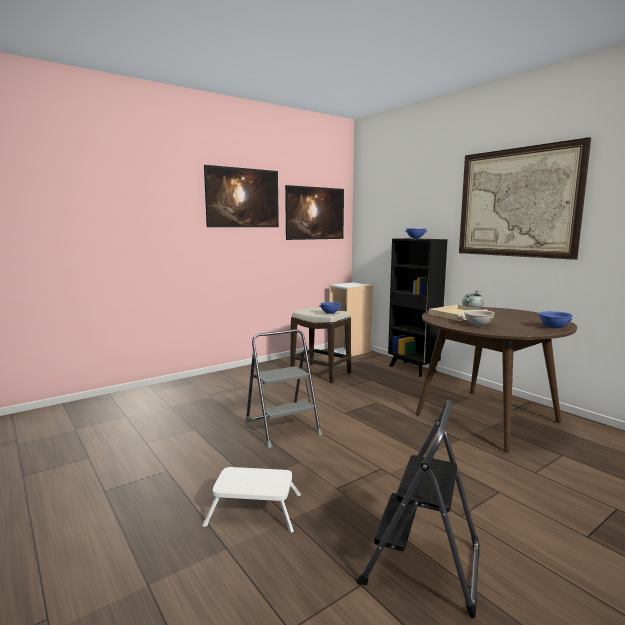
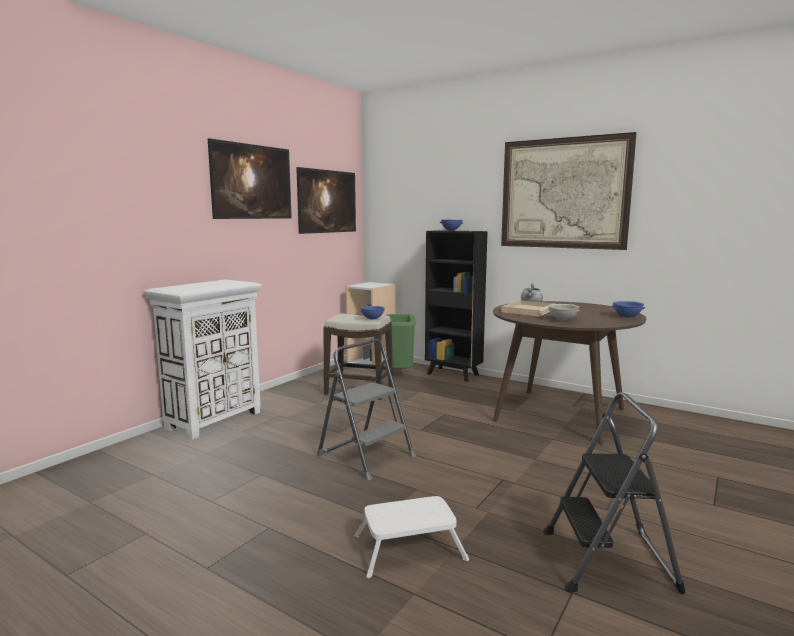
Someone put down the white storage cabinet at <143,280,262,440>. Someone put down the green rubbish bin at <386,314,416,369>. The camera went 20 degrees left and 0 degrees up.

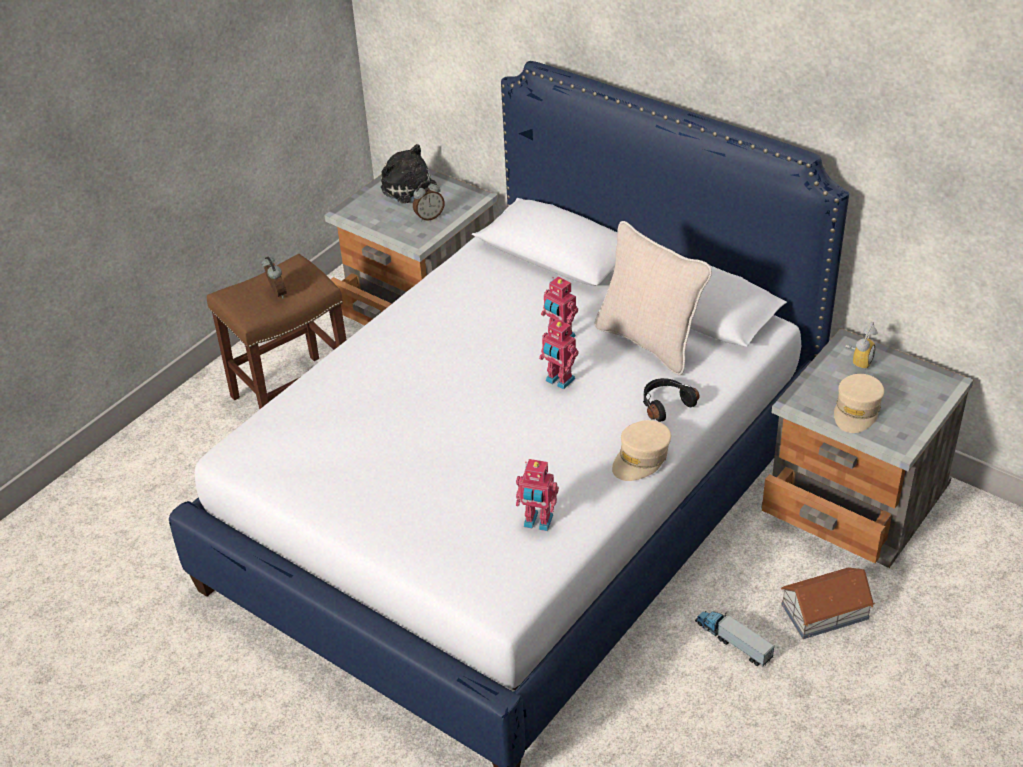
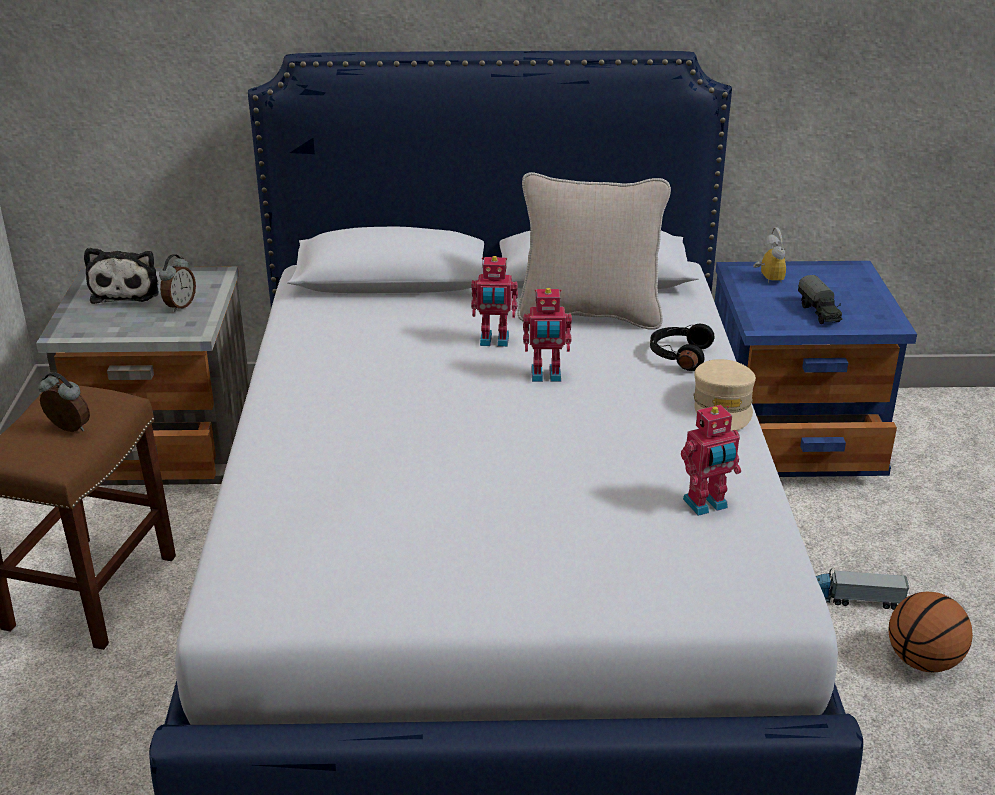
Someone rotated the plush toy at <381,144,436,203> by 105 degrees counterclockwise. Someone repainted the grey night table at <761,328,974,568>, which became the blue night table at <715,261,917,477>. Someone took away the toy house at <781,567,875,639>. Someone swapped the sand-coloured peaked cap at <834,374,884,433> for the toy truck at <798,275,842,324>. Someone put down the basketball at <889,592,973,672>. The camera went 40 degrees left and 10 degrees down.

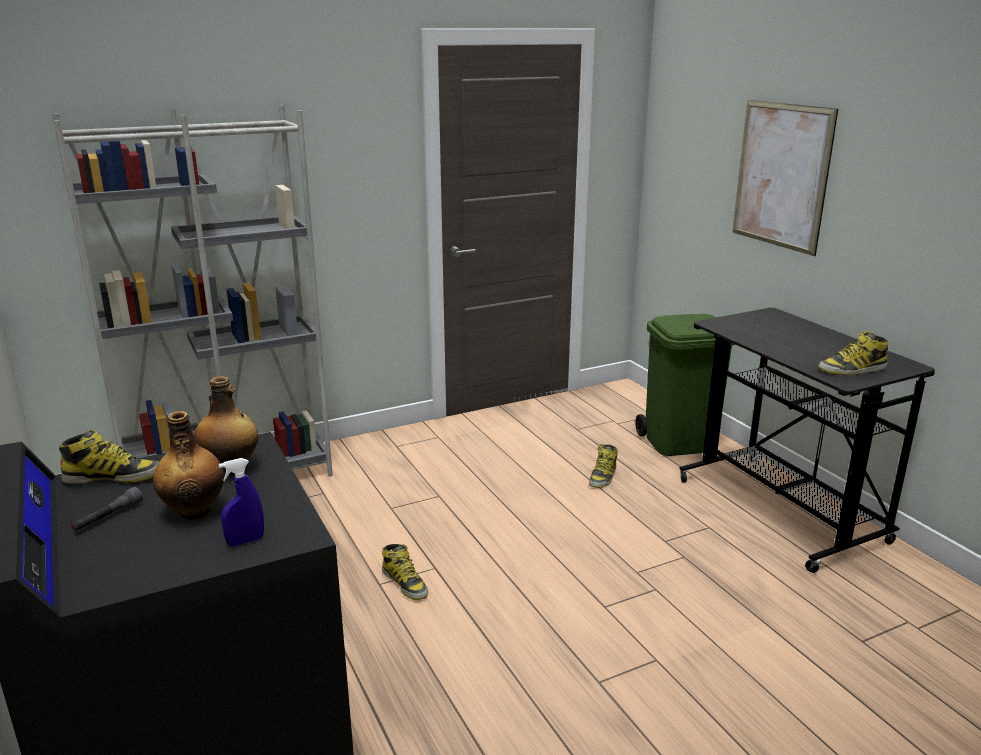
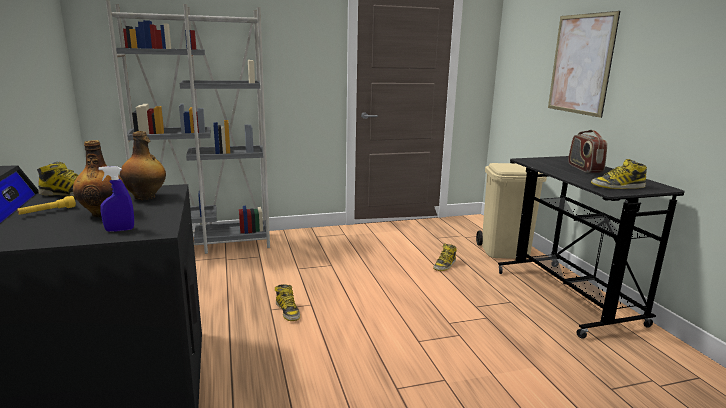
Someone repainted the grey torch at <71,487,143,531>, which became the yellow-coloured torch at <17,196,76,215>. Someone repainted the green rubbish bin at <636,314,735,456>, which became the sand-coloured rubbish bin at <476,163,547,259>. Someone put down the radio set at <568,130,607,173>. The camera went 10 degrees right and 5 degrees down.

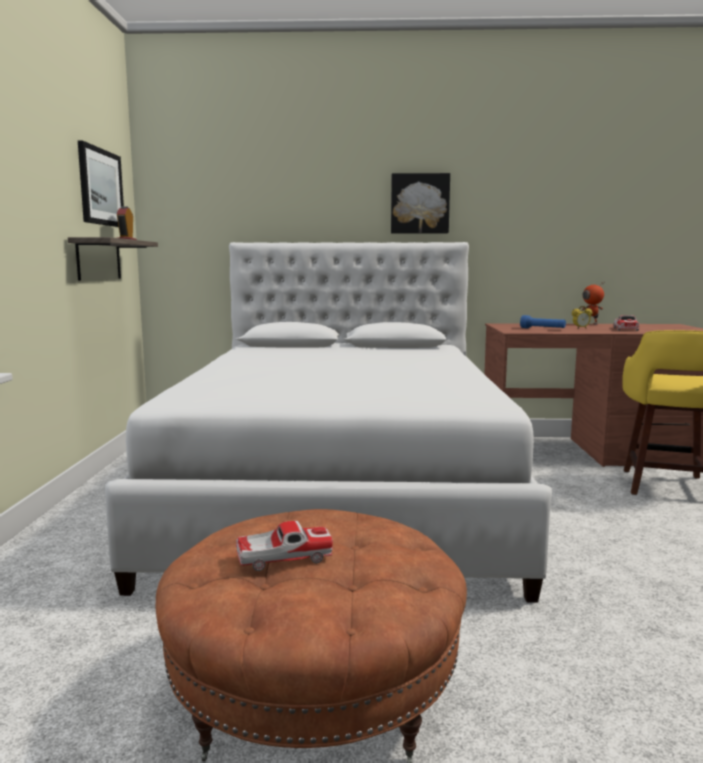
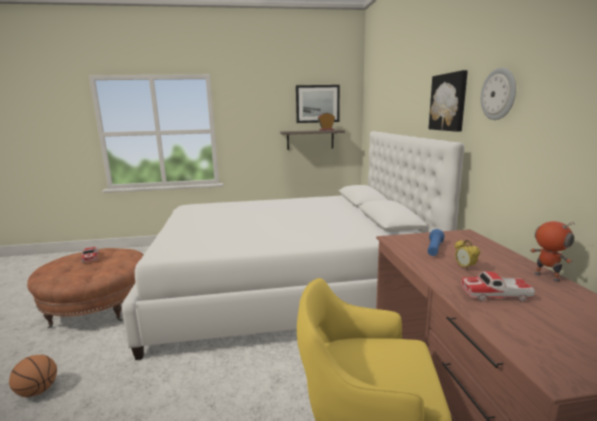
Someone put down the basketball at <9,355,57,397>. Someone put up the clock on the wall at <481,68,516,120>. The camera went 80 degrees right and 5 degrees up.

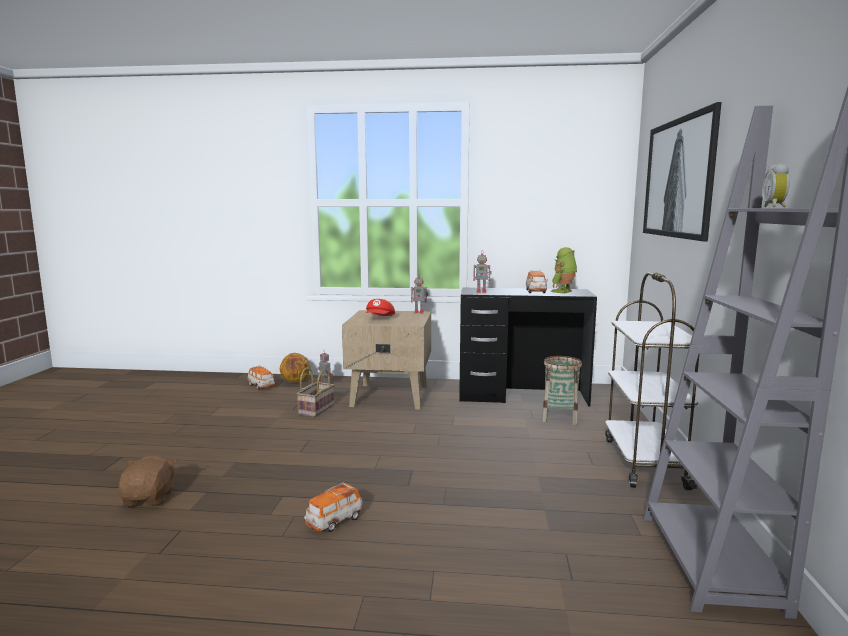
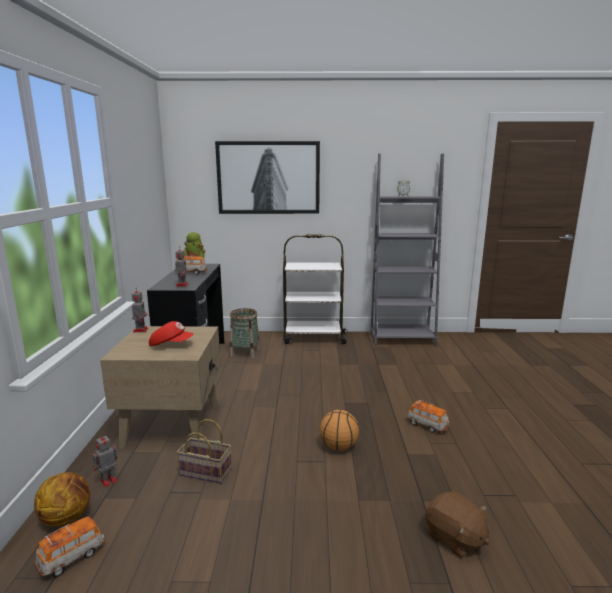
Someone rotated the brown-coloured plush toy at <119,455,176,507> by 120 degrees counterclockwise. Someone put down the basketball at <320,410,359,451>. The camera went 95 degrees left and 5 degrees up.

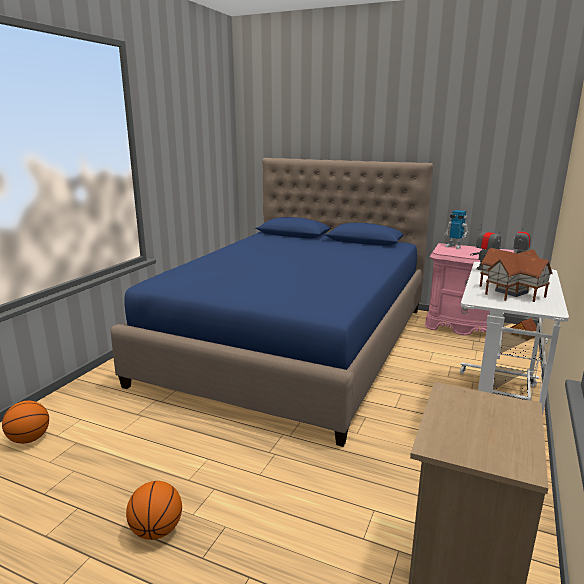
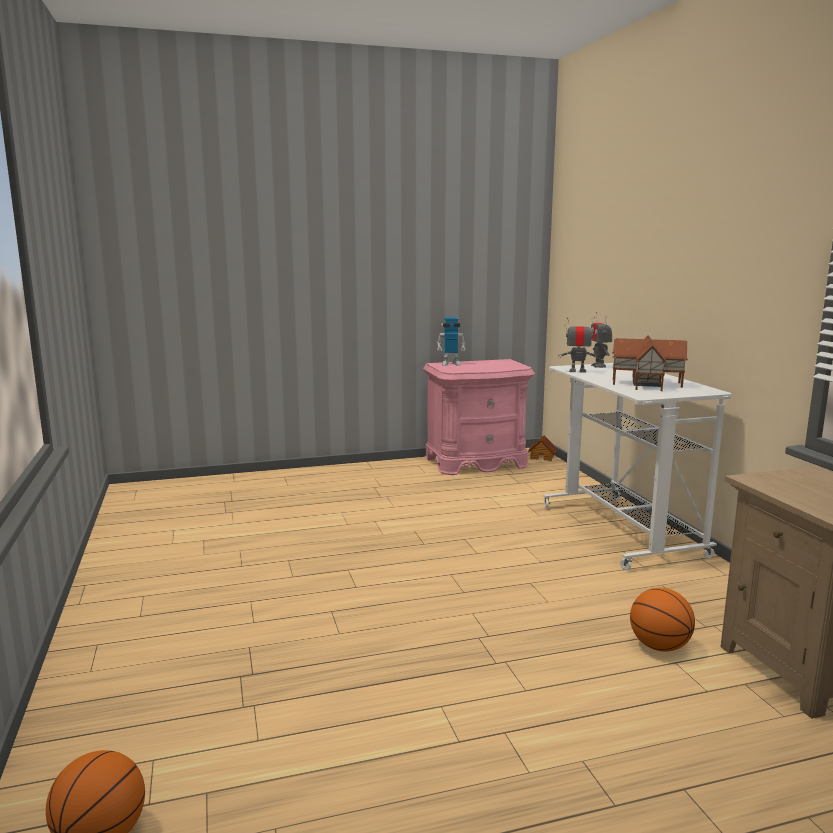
Someone took away the blue sleeping bed at <110,158,433,447>. Someone carried the basketball from <126,481,182,540> to <630,588,695,652>. The camera went 40 degrees left and 5 degrees down.

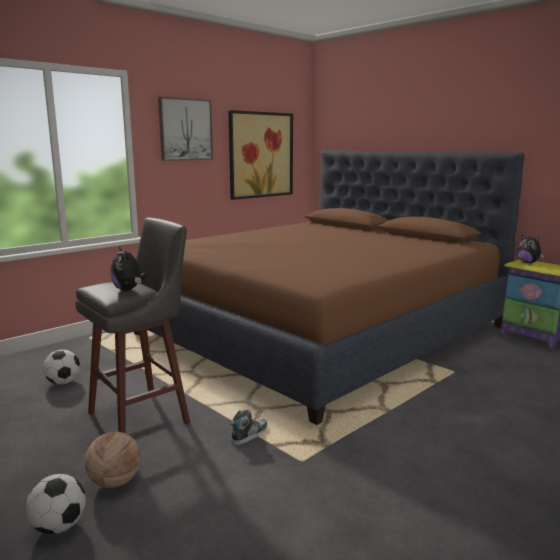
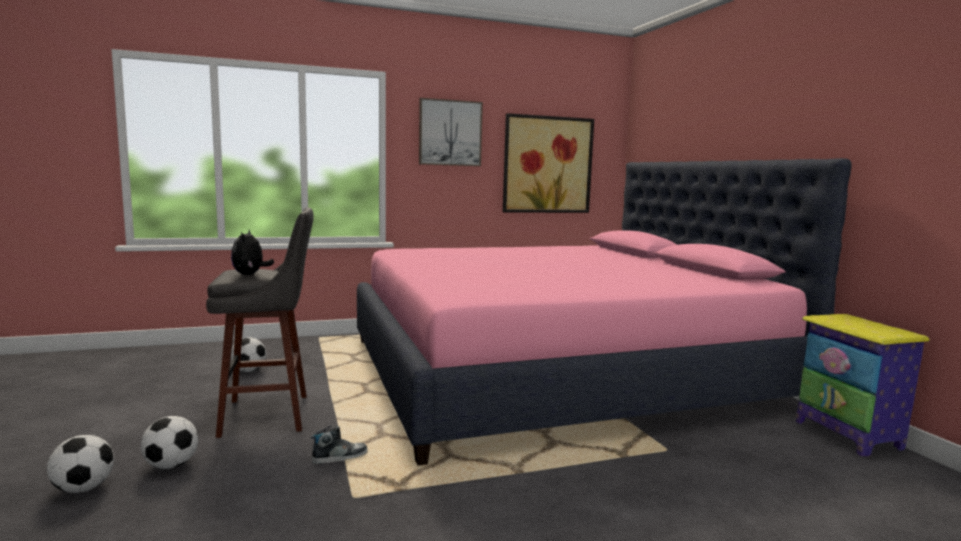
Someone swapped the basketball at <85,432,141,488> for the ball for football at <141,416,198,469>. Someone repainted the brown-coloured sleeping bed at <134,150,525,425>, which became the pink sleeping bed at <357,158,852,466>. Someone took away the plush toy at <517,234,545,263>. The camera went 25 degrees right and 5 degrees down.

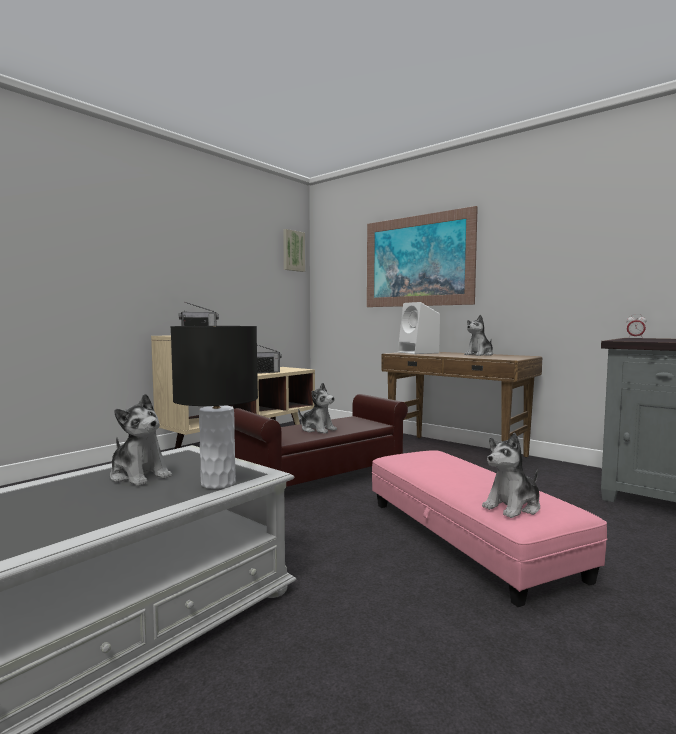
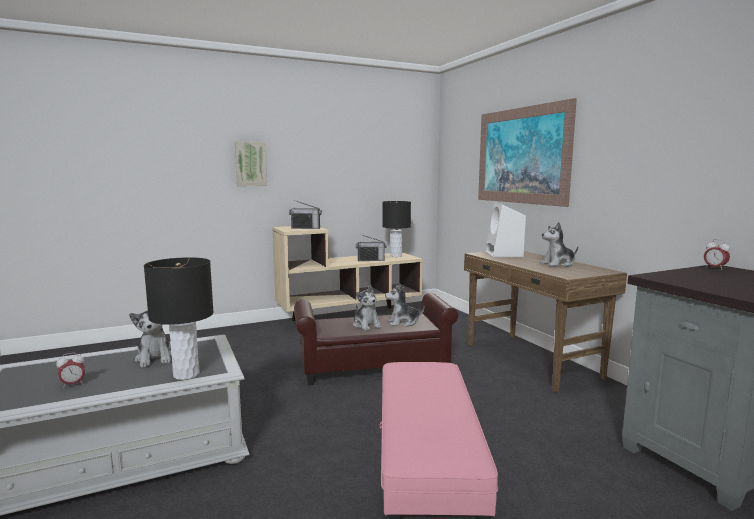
Someone carried the picture from <283,229,305,272> to <235,141,267,186>. Someone carried the plush toy from <482,433,540,518> to <385,283,424,327>. Someone put down the alarm clock at <56,353,85,388>. Someone put down the black tabletop lamp at <382,201,411,257>. The camera went 25 degrees right and 5 degrees up.

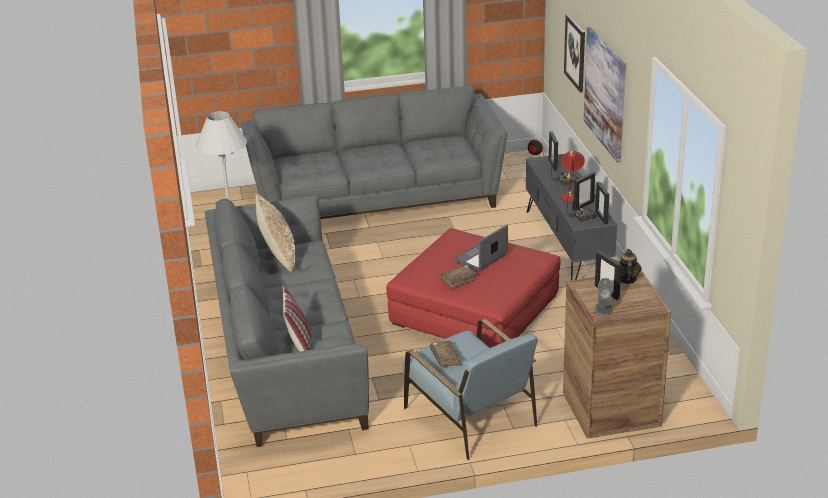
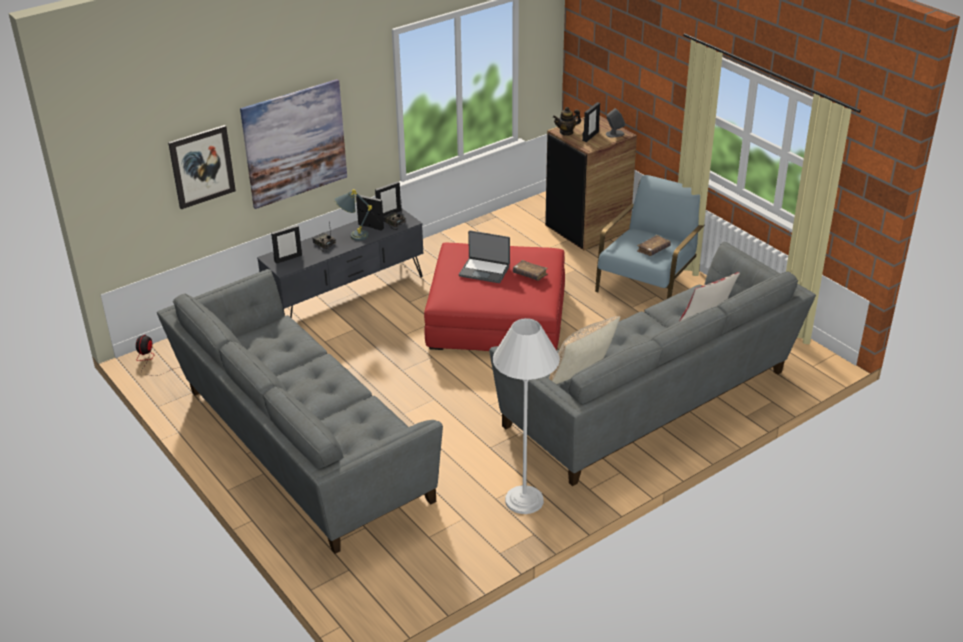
Someone repainted the red tabletop lamp at <561,151,585,203>, which became the grey tabletop lamp at <334,189,372,241>. The camera went 115 degrees left and 5 degrees up.

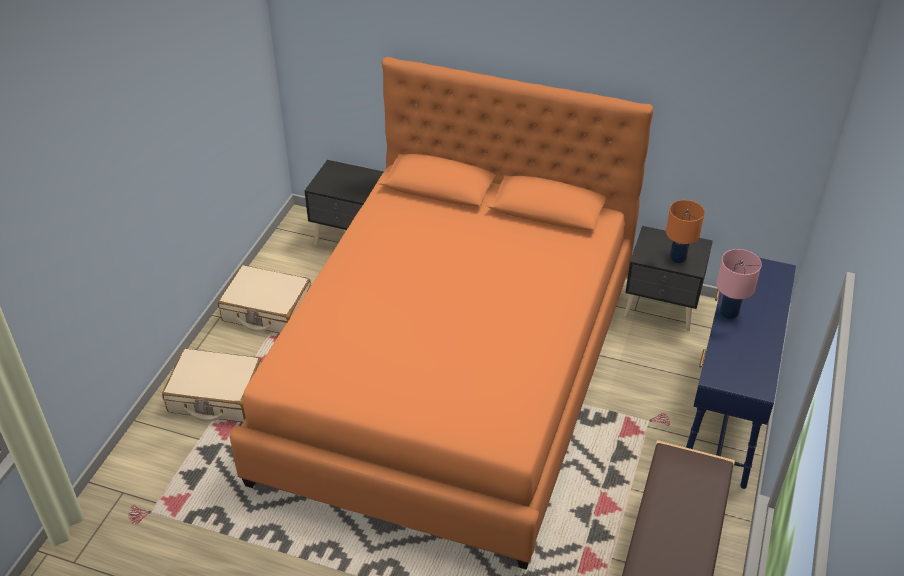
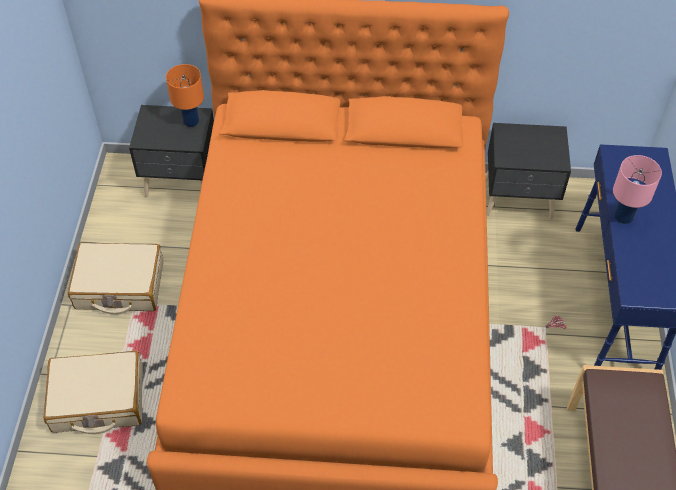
Someone carried the orange-coloured tabletop lamp from <666,200,705,263> to <166,64,204,127>. The camera went 15 degrees left and 10 degrees up.

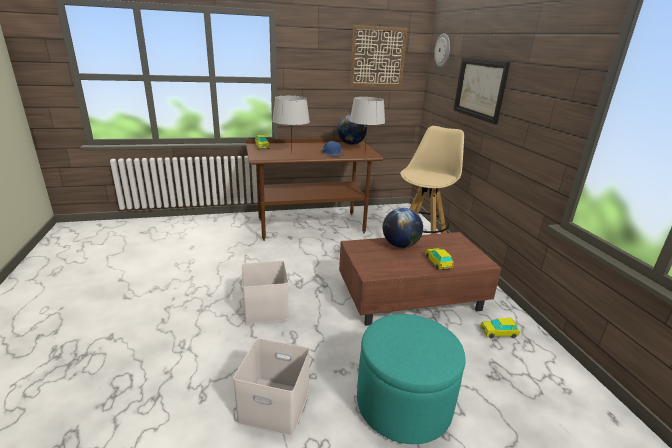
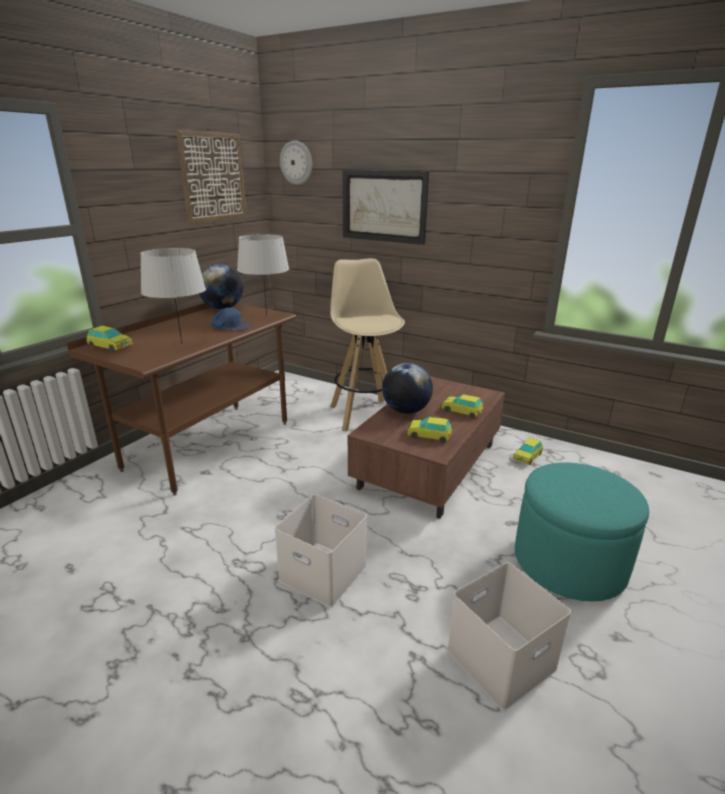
Someone put down the model car at <407,417,452,443>. The camera went 45 degrees left and 0 degrees up.

